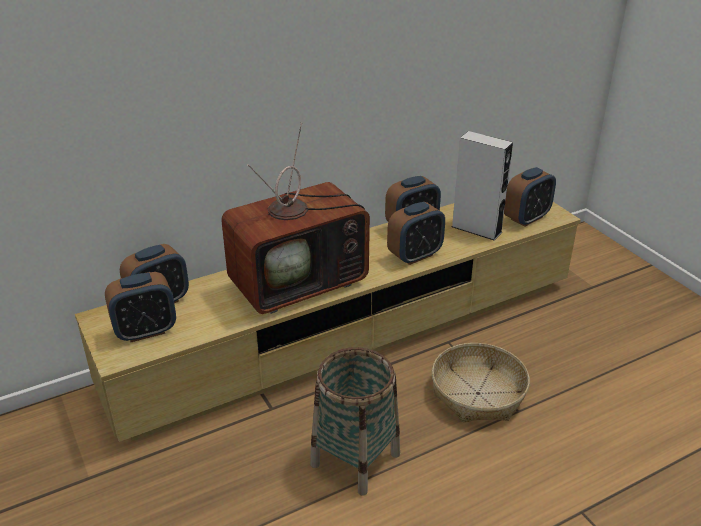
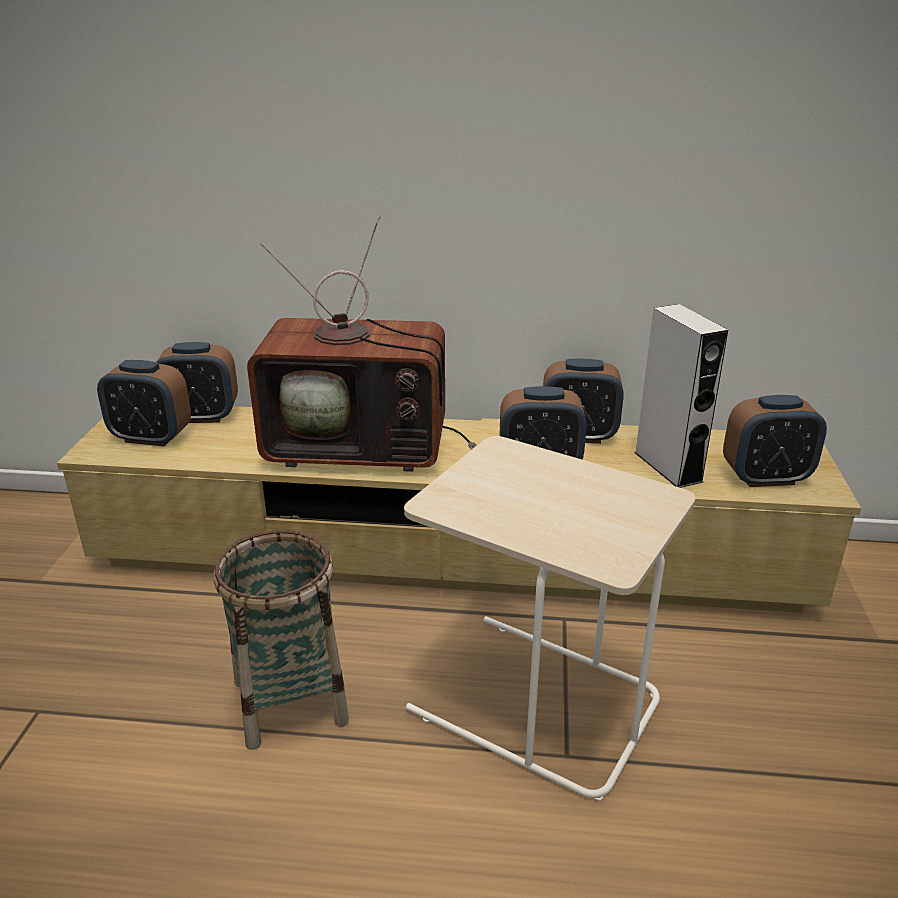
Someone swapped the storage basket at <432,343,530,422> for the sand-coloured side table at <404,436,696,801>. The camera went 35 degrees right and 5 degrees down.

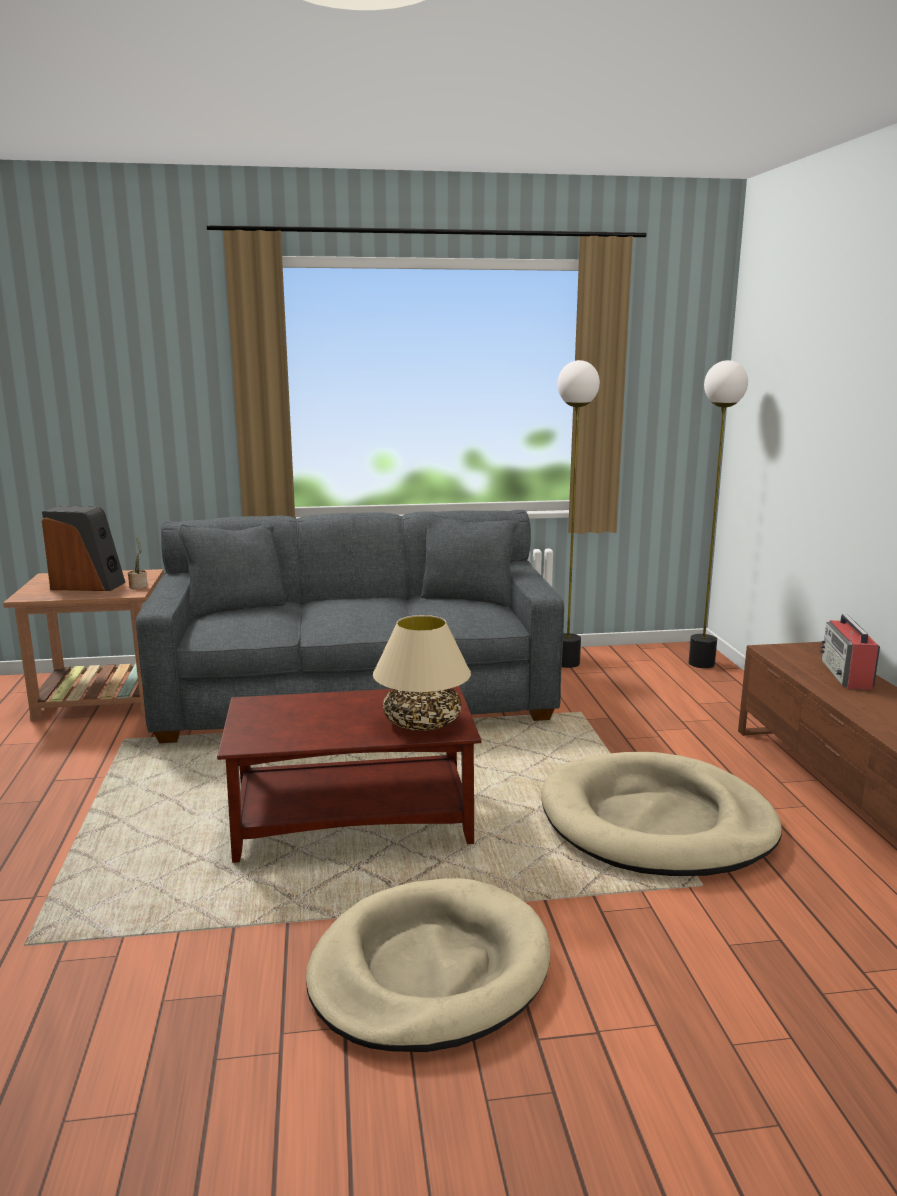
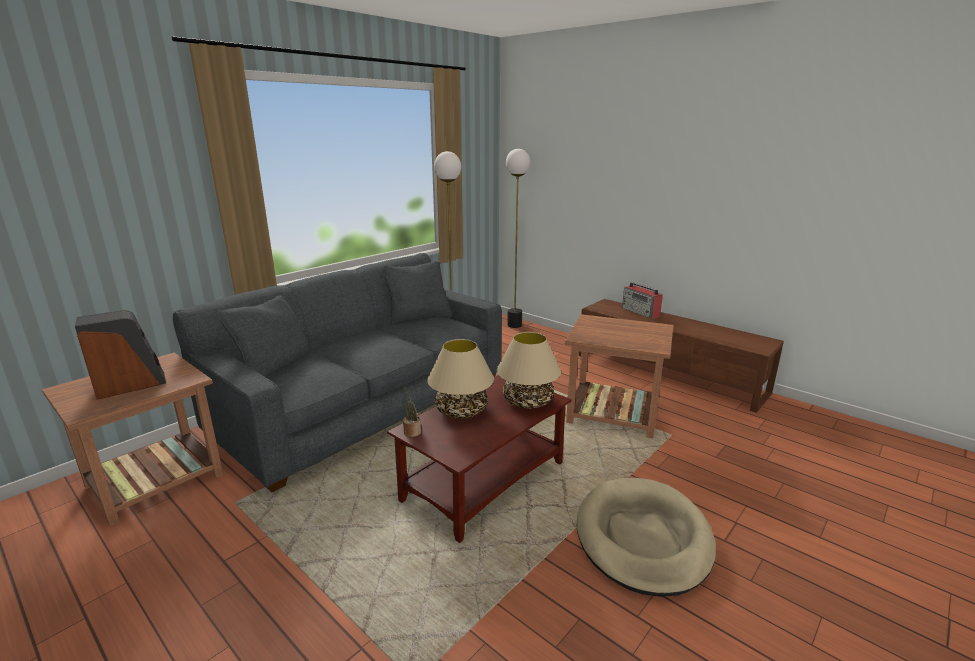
Someone carried the houseplant from <128,537,148,589> to <403,386,421,437>. Someone swapped the sand-coloured pet bed at <542,752,782,876> for the brown-coloured side table at <565,314,673,438>. Someone put down the sand-coloured tabletop lamp at <427,339,494,418>. The camera went 40 degrees left and 5 degrees up.

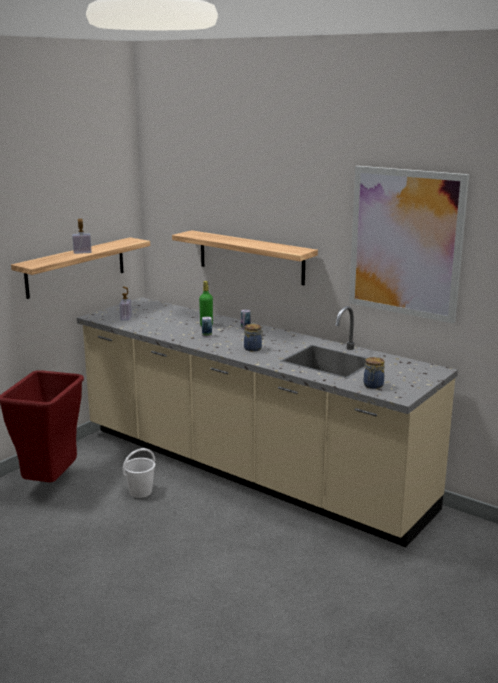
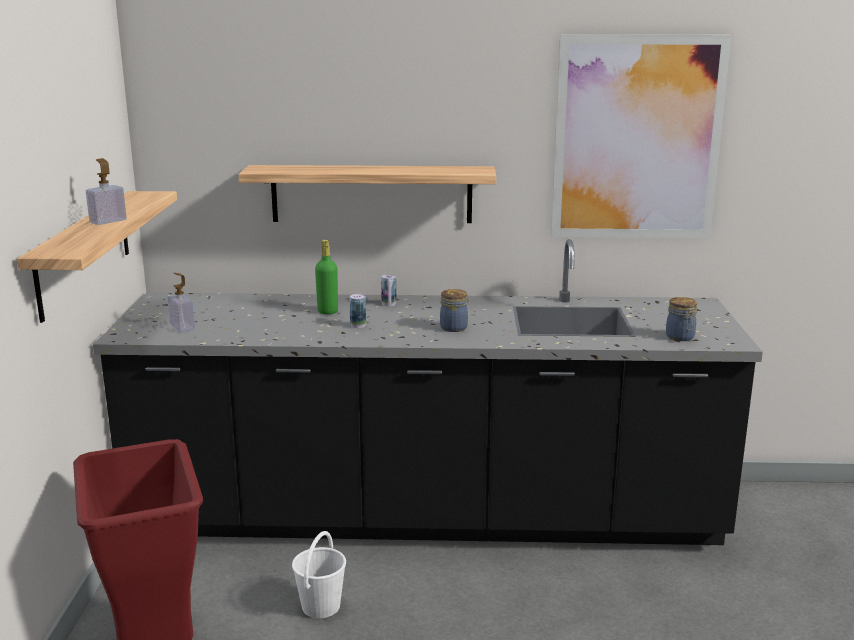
Someone repainted the sand-coloured kitchen counter at <77,297,458,547>, which became the black kitchen counter at <93,239,763,545>. The camera went 35 degrees left and 0 degrees up.

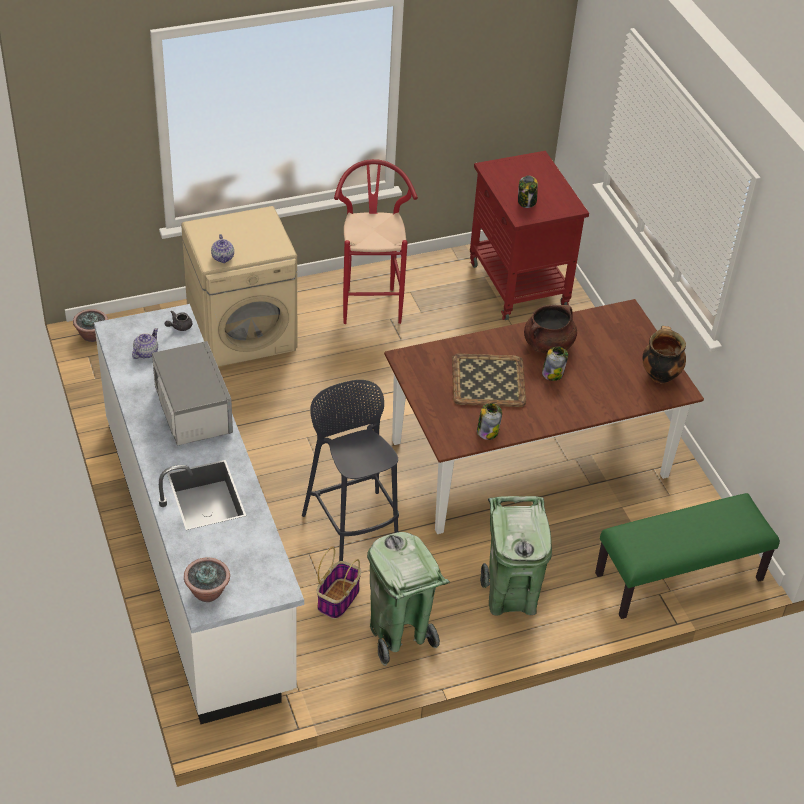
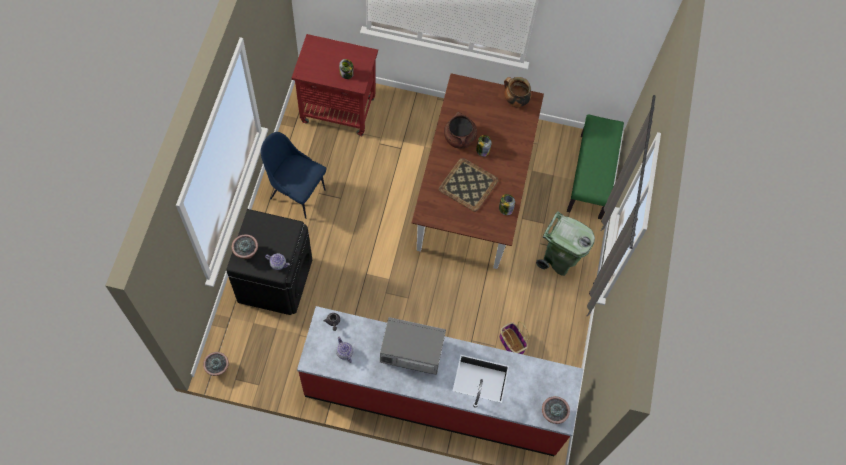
Someone repainted the white kitchen counter at <94,304,304,724>, which became the red kitchen counter at <297,306,583,456>. Someone repainted the sand-coloured laundry machine at <181,206,297,367>, which became the black laundry machine at <226,209,312,315>. Someone took away the grey stool seat at <302,380,399,561>. Someone swapped the red stool seat at <334,159,418,324> for the blue plain chair at <261,132,326,219>. Someone took away the green rubbish bin at <367,532,450,666>. Someone put down the houseplant at <232,234,258,259>. The camera went 60 degrees left and 20 degrees up.

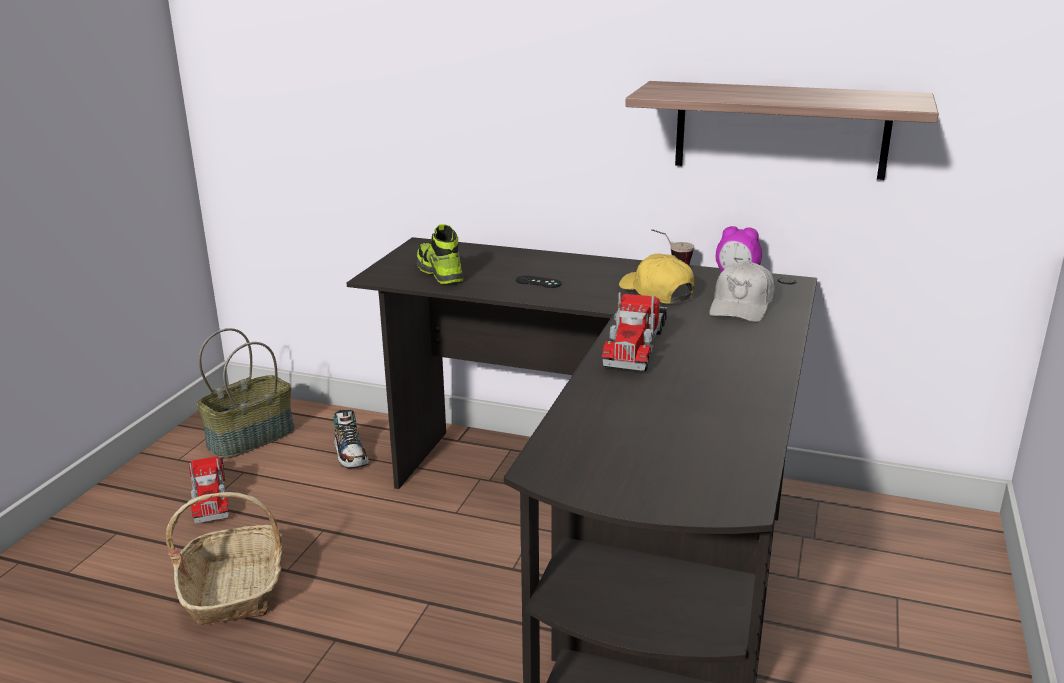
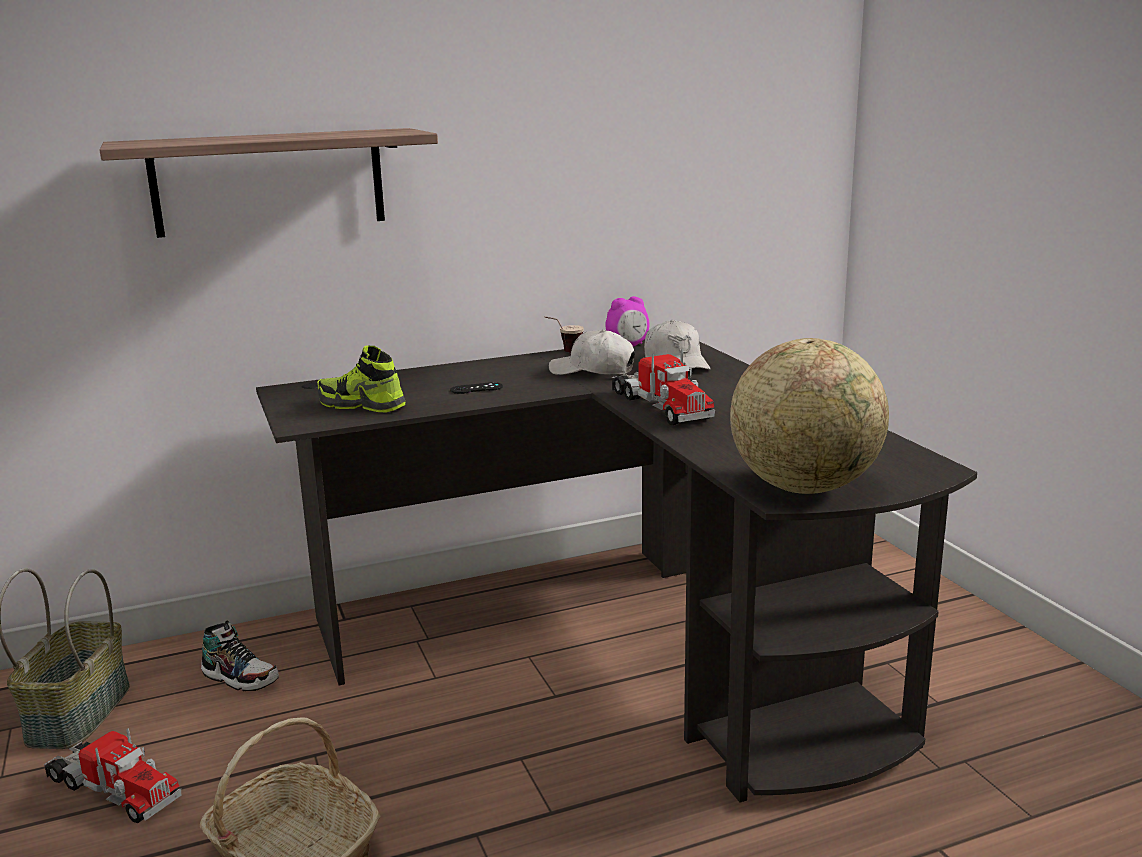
Someone repainted the yellow-coloured peaked cap at <619,254,695,304>, which became the white peaked cap at <549,330,635,375>. Someone carried the wall shelf from <625,81,939,180> to <100,128,438,238>. Someone put down the globe at <730,338,889,494>. The camera went 40 degrees left and 5 degrees down.

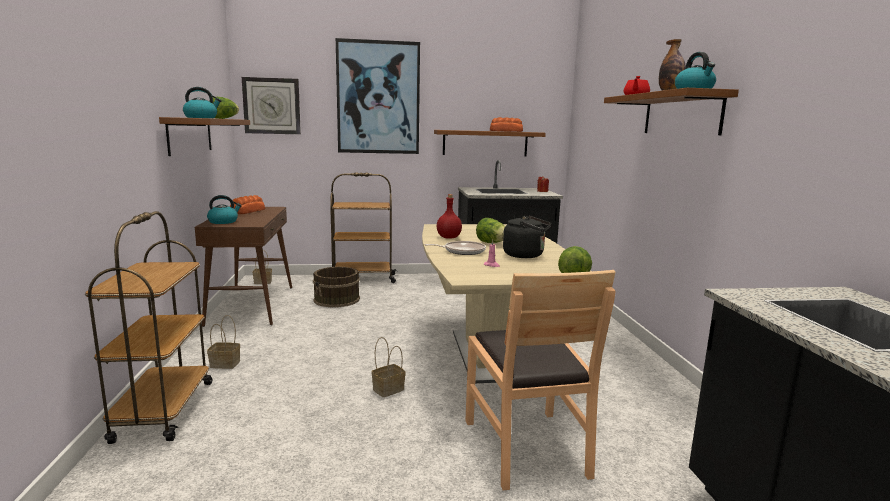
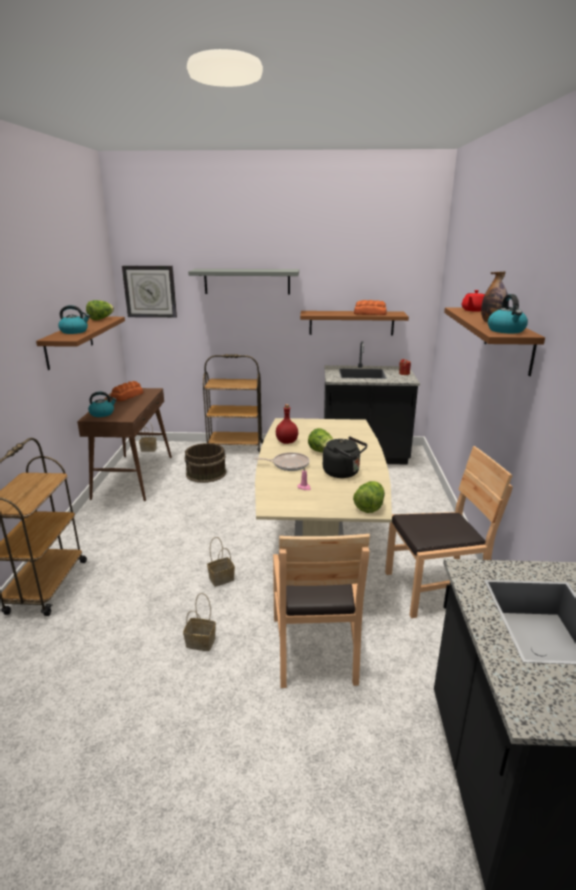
Someone carried the storage basket from <207,315,240,369> to <183,593,216,651>. Someone swapped the picture at <336,38,420,154> for the grey wall shelf at <188,269,299,294>. Someone put down the brown-coloured plain chair at <385,446,513,618>. The camera went 10 degrees right and 10 degrees up.

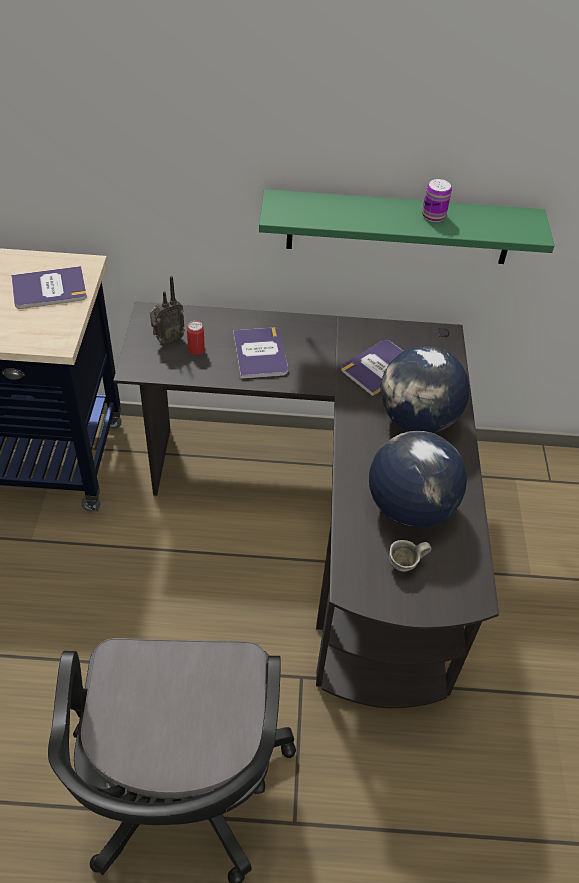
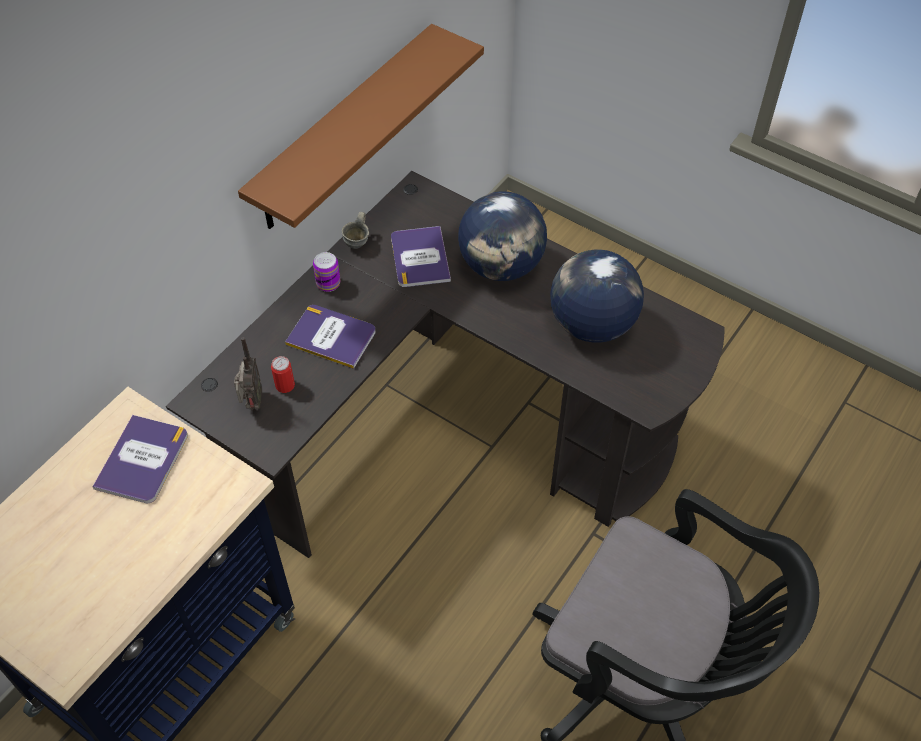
Someone repainted the green wall shelf at <259,189,555,264>, which became the brown-coloured wall shelf at <238,24,484,229>. Someone carried the grey mug from <389,540,432,572> to <341,212,369,249>. Someone carried the metal can from <422,179,452,222> to <313,252,340,292>. The camera went 55 degrees left and 5 degrees up.

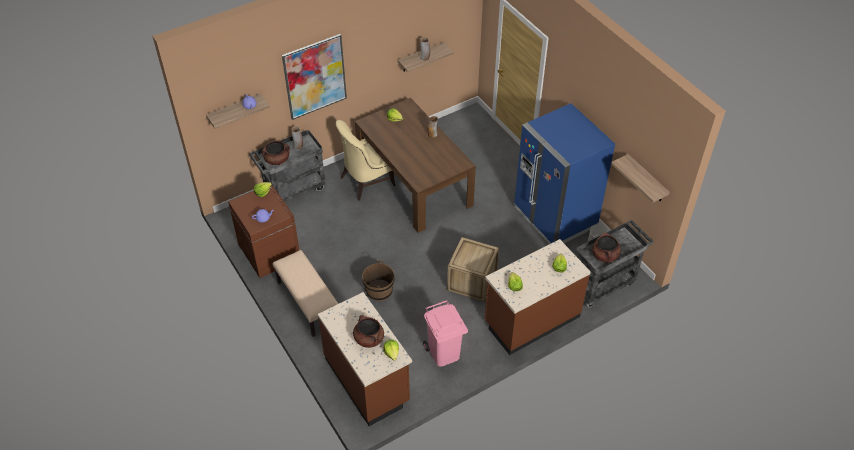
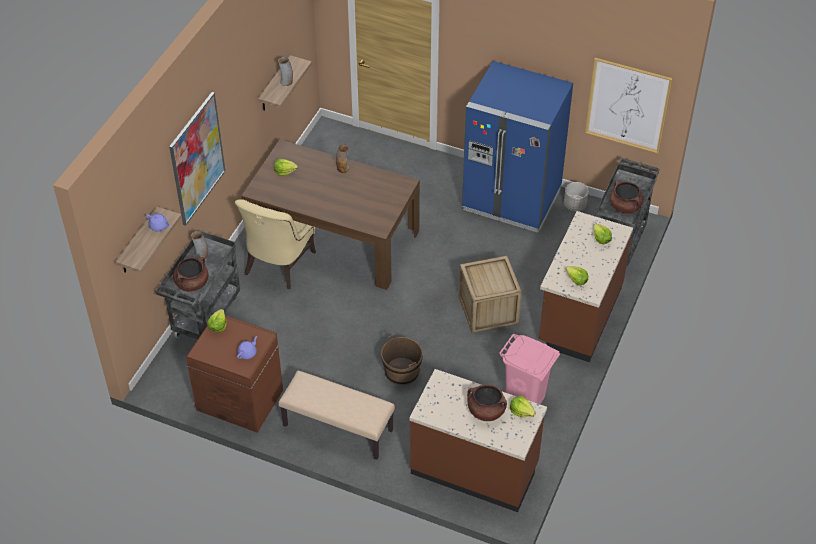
Someone swapped the wall shelf at <611,154,670,203> for the picture at <585,58,673,154>. The camera went 35 degrees left and 0 degrees up.

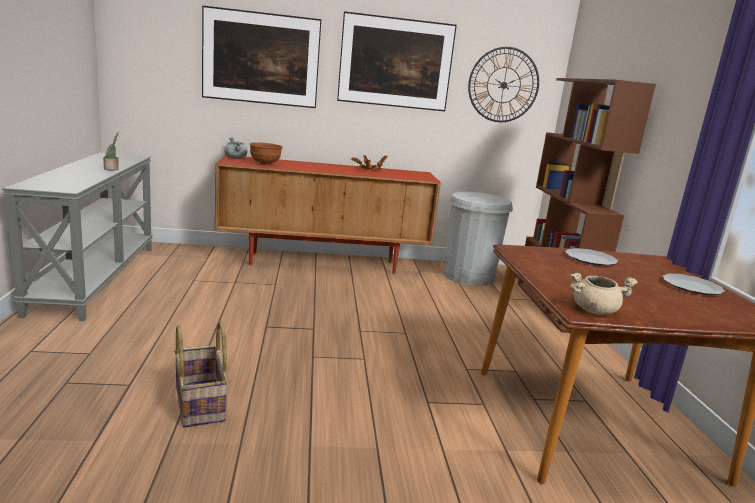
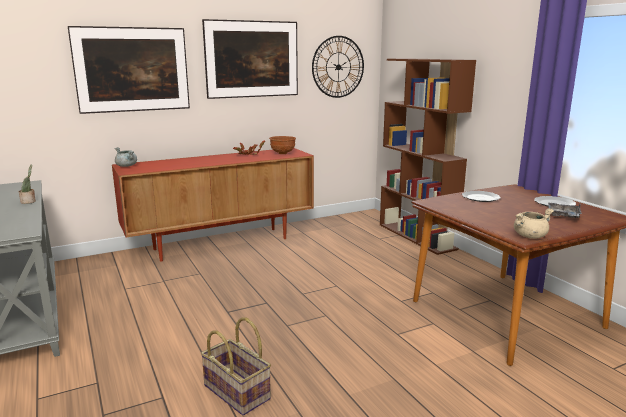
Someone carried the brown-coloured deep dish from <249,142,283,165> to <269,136,296,154>. Someone took away the white rubbish bin at <444,192,513,286>. Someone put down the grey serving tray at <548,203,582,218>. The camera went 20 degrees left and 0 degrees up.

